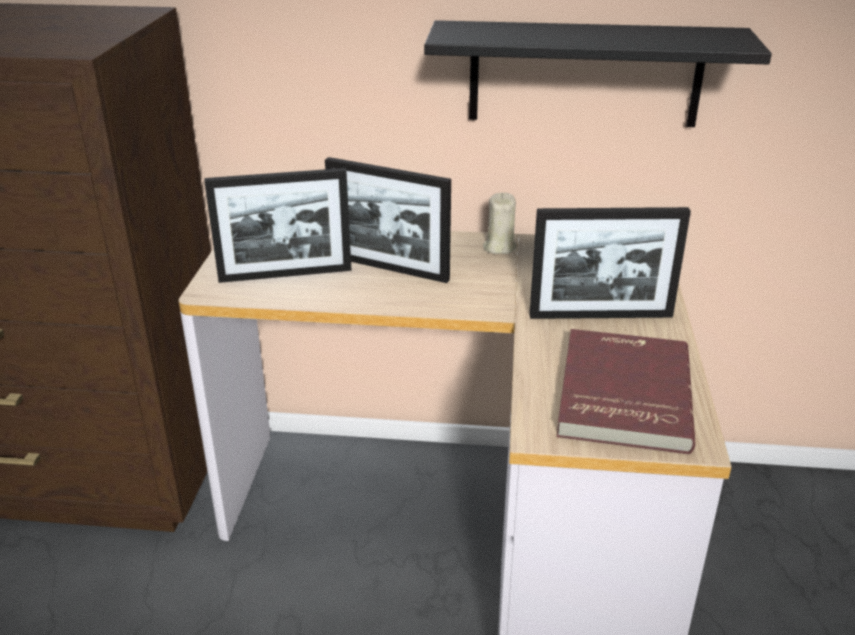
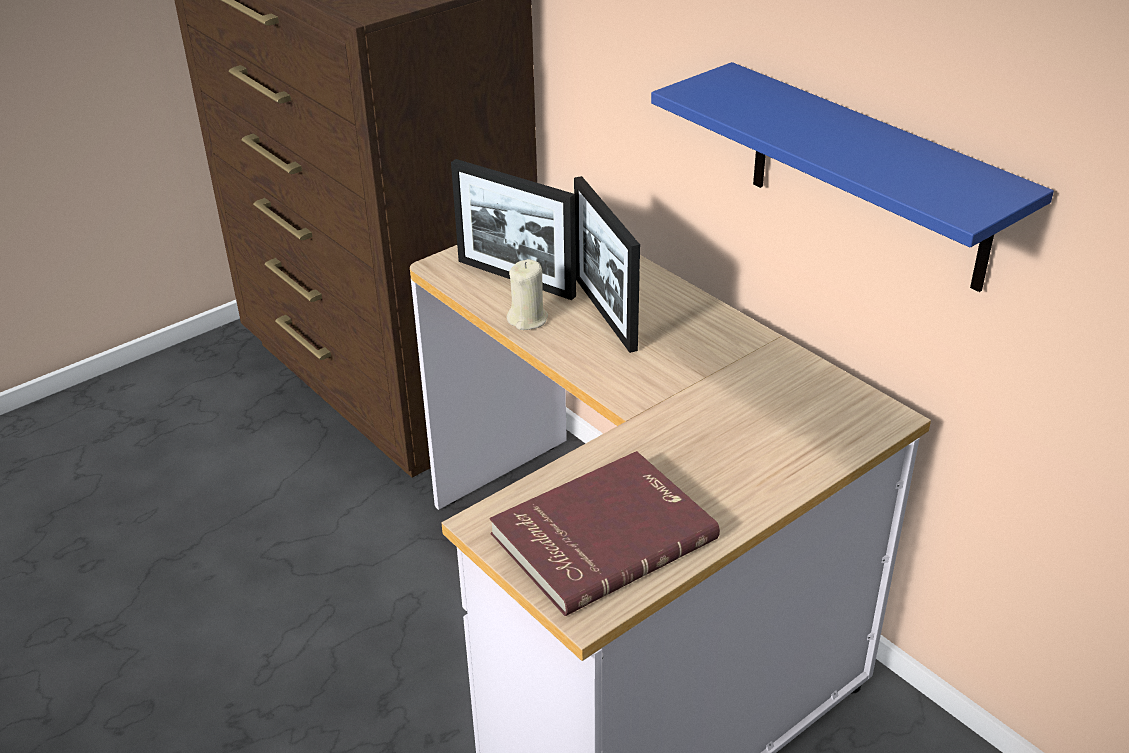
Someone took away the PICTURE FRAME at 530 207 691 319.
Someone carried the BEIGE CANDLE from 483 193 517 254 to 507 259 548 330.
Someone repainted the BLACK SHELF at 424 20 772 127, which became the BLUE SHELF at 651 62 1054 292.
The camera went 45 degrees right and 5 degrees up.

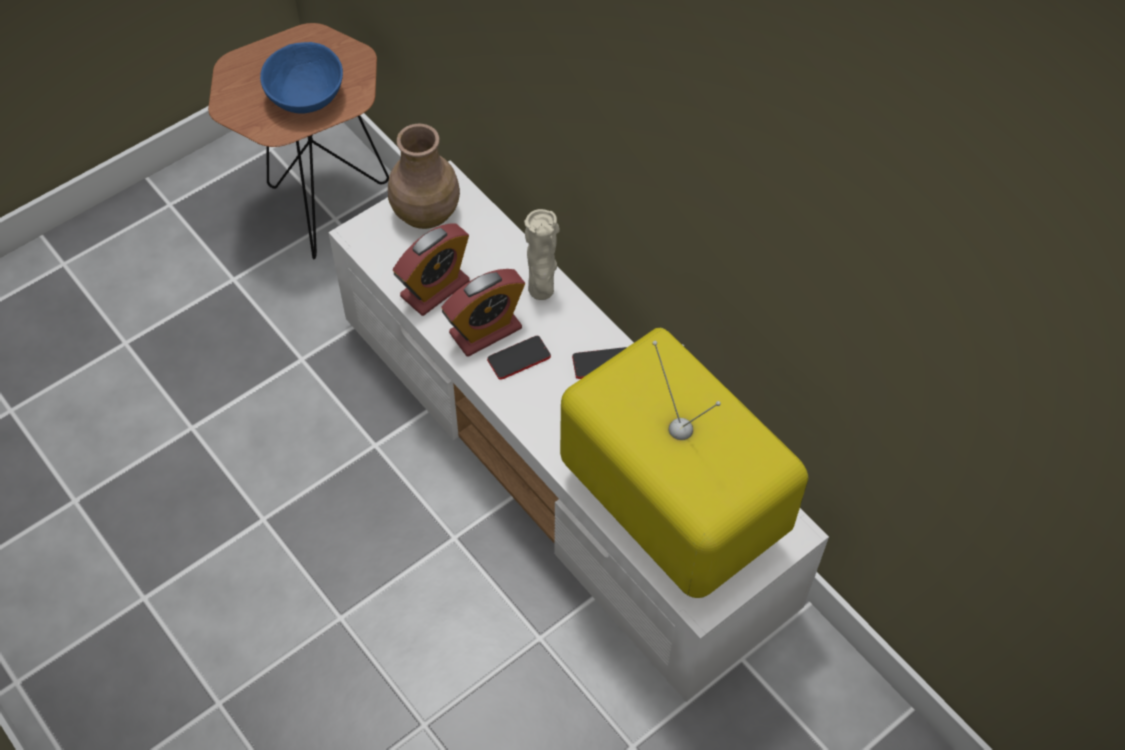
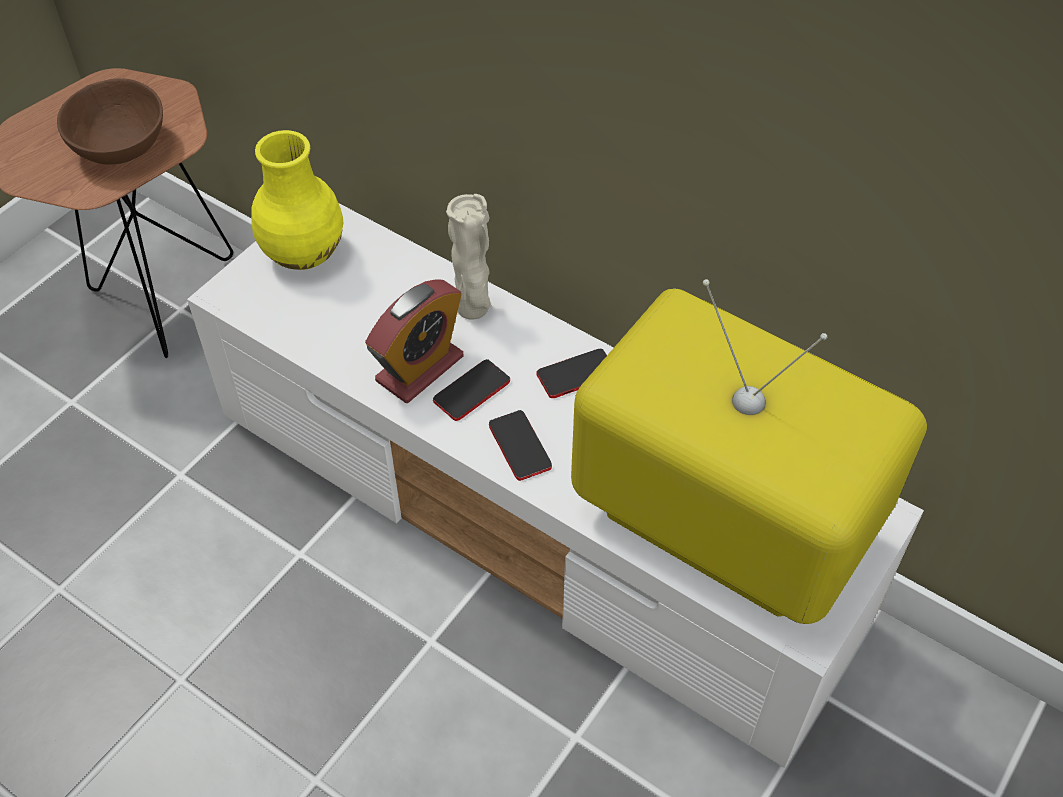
Someone took away the ALARM CLOCK at 393 223 470 316.
Someone put down the PHONE at 489 410 552 481.
Someone repainted the BLUE BOWL at 260 42 343 114, which became the BROWN BOWL at 57 78 163 165.
Someone repainted the BROWN VASE at 388 124 460 229, which became the YELLOW VASE at 251 130 343 270.
The camera went 15 degrees left and 5 degrees down.

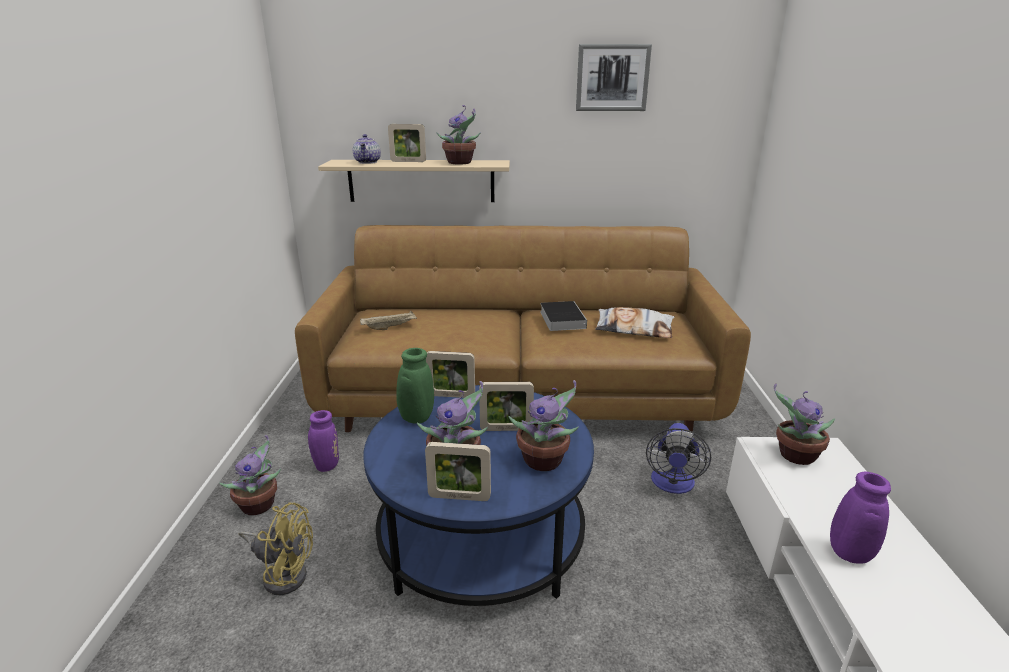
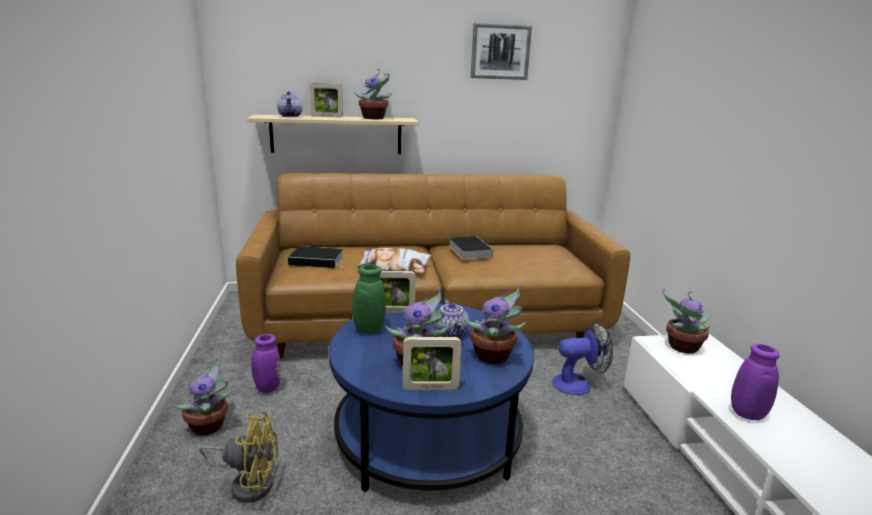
Someone carried the PILLOW from 595 307 674 338 to 357 248 431 273.
Someone swapped the BEIGE TRAY at 360 311 417 330 for the BOOK at 288 246 344 268.
Someone swapped the PICTURE FRAME at 479 382 534 431 for the TEAPOT at 434 299 469 338.
Someone rotated the FAN at 646 423 711 494 by 105 degrees counterclockwise.
The camera went 10 degrees left and 5 degrees down.

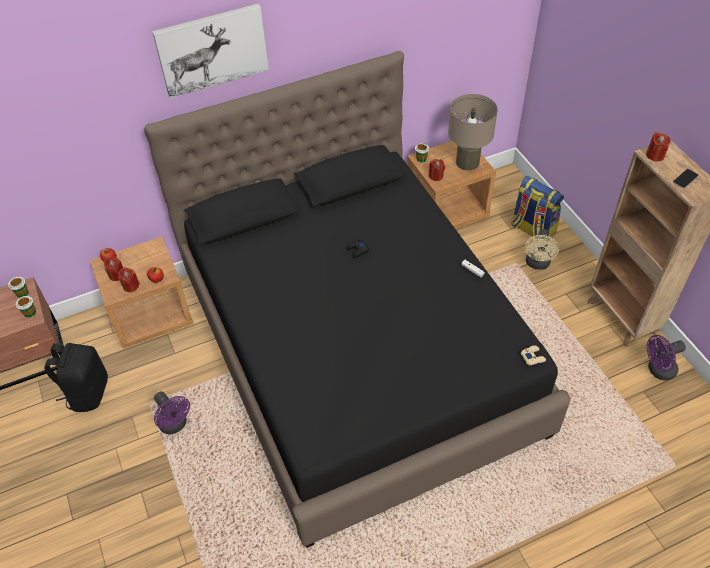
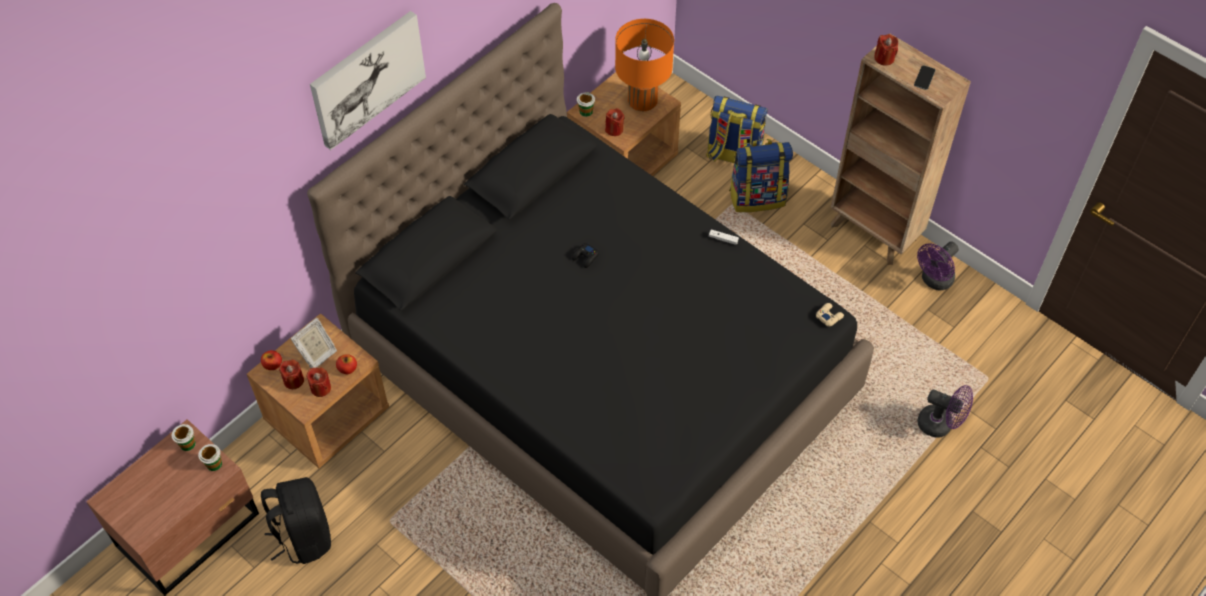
Someone put down the PICTURE FRAME at 291 318 337 368.
Someone carried the PURPLE FAN from 154 391 190 434 to 917 385 973 438.
Someone swapped the BEIGE FAN at 525 229 559 270 for the BACKPACK at 729 139 793 212.
Someone repainted the BEIGE TABLE LAMP at 448 94 498 171, which became the ORANGE TABLE LAMP at 615 19 674 111.
The camera went 25 degrees left and 5 degrees up.

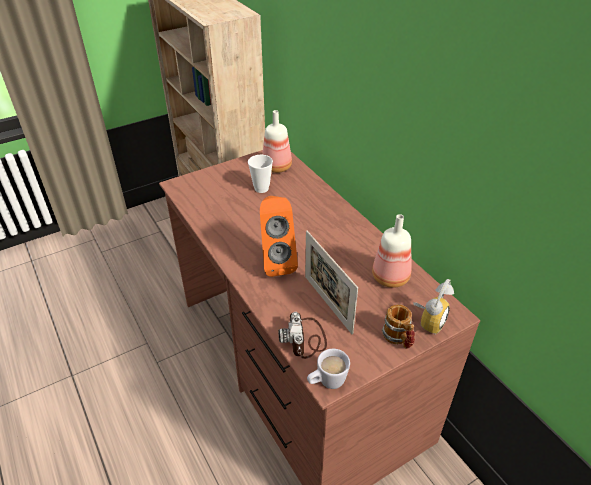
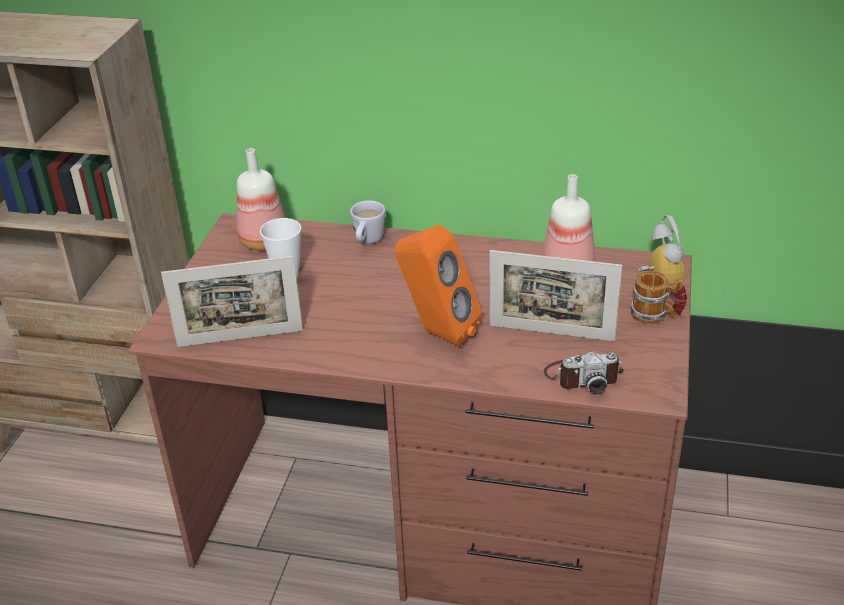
Someone put down the PICTURE FRAME at 161 256 303 347.
Someone carried the WHITE MUG from 307 349 350 389 to 350 200 386 244.
Someone rotated the PHOTO CAMERA at 278 312 327 359 by 45 degrees counterclockwise.
The camera went 45 degrees left and 5 degrees down.

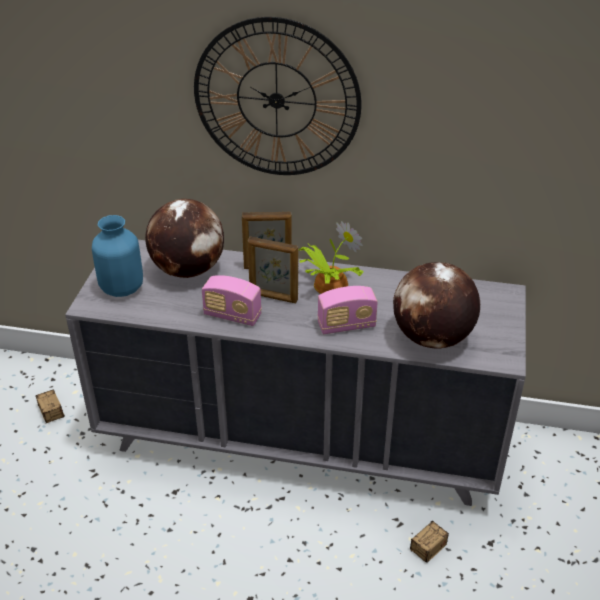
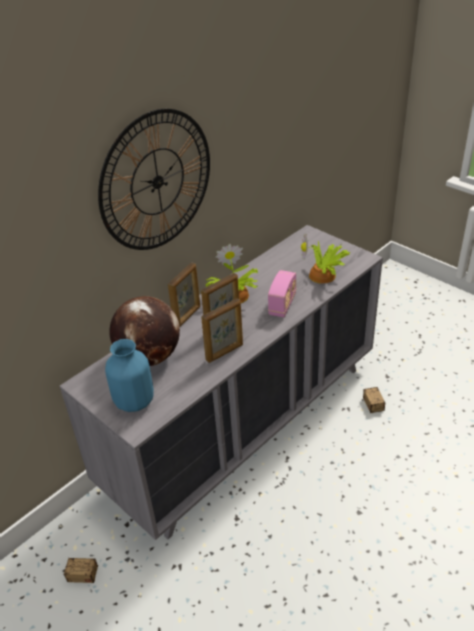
Someone swapped the RADIO at 202 275 262 326 for the PICTURE FRAME at 201 298 243 363.
Someone swapped the GLOBE at 393 262 480 348 for the POTTED PLANT at 301 234 350 284.
The camera went 55 degrees left and 0 degrees up.

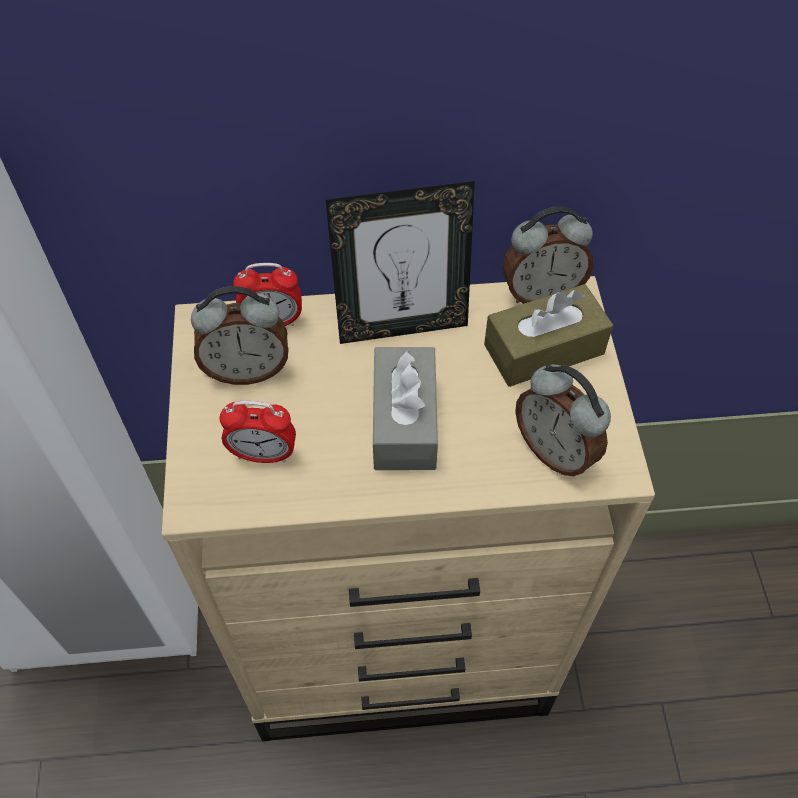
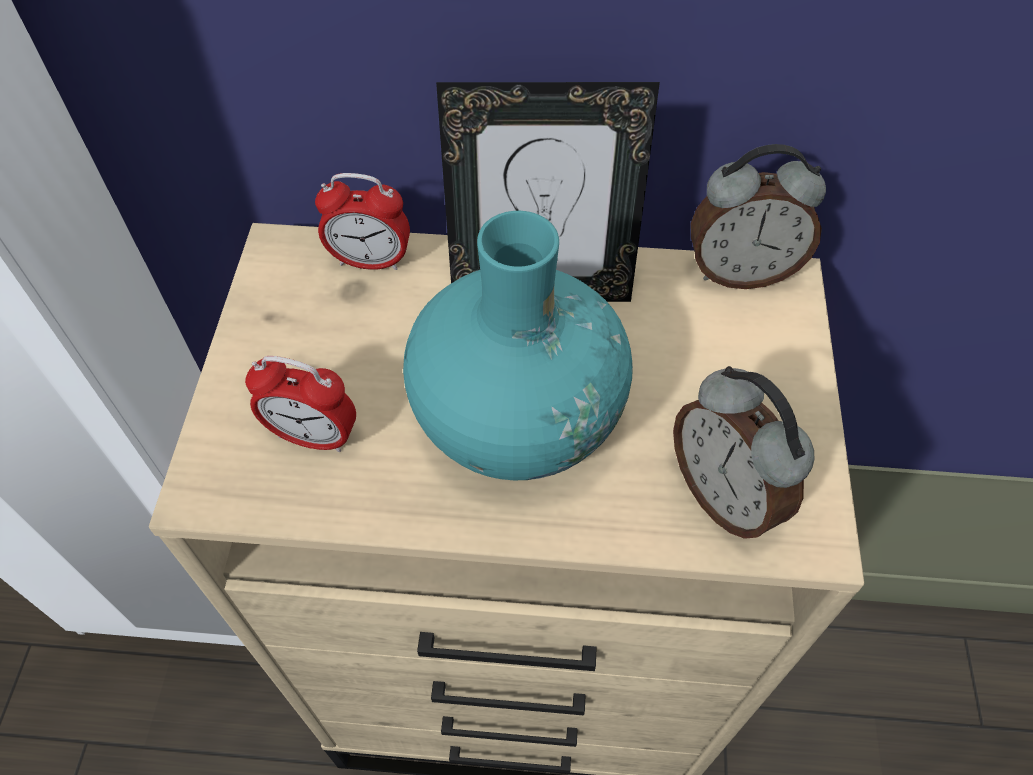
Someone took away the ALARM CLOCK at 191 286 288 385.
Someone took away the BROWN TISSUE BOX at 484 284 613 387.
Someone swapped the GREY TISSUE BOX at 373 347 438 470 for the TURQUOISE VASE at 403 211 633 480.
The camera went 10 degrees right and 0 degrees up.

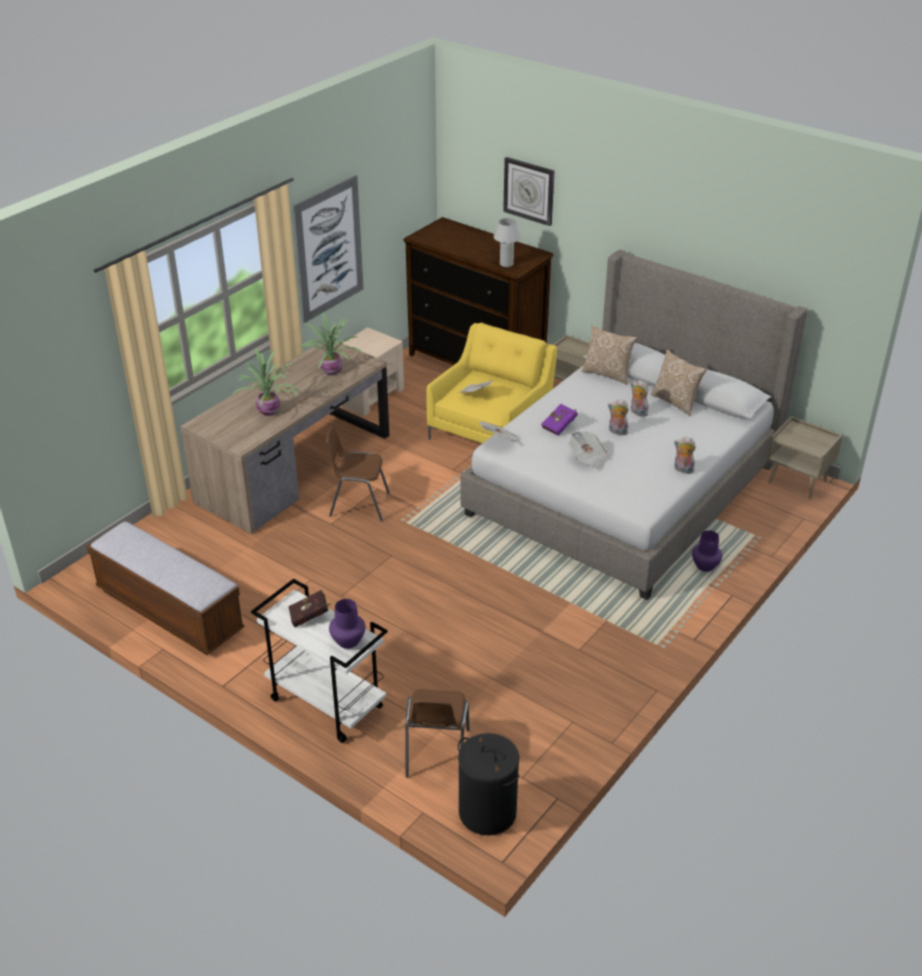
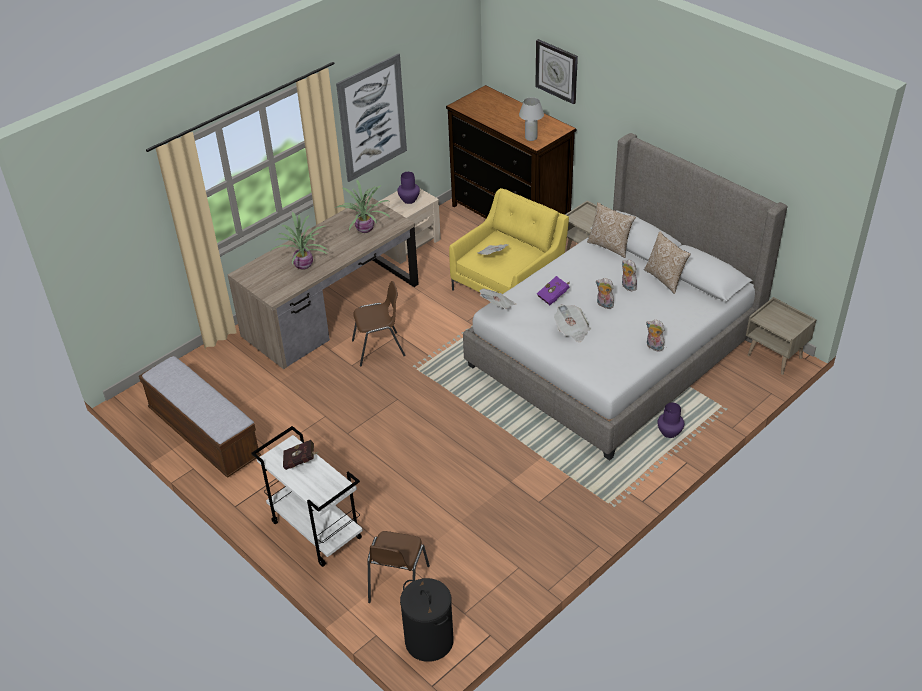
Someone carried the PURPLE VASE from 329 599 365 649 to 397 172 420 204.
Someone rotated the BROWN CHAIR at 326 426 390 521 by 150 degrees clockwise.
The camera went 10 degrees right and 5 degrees up.

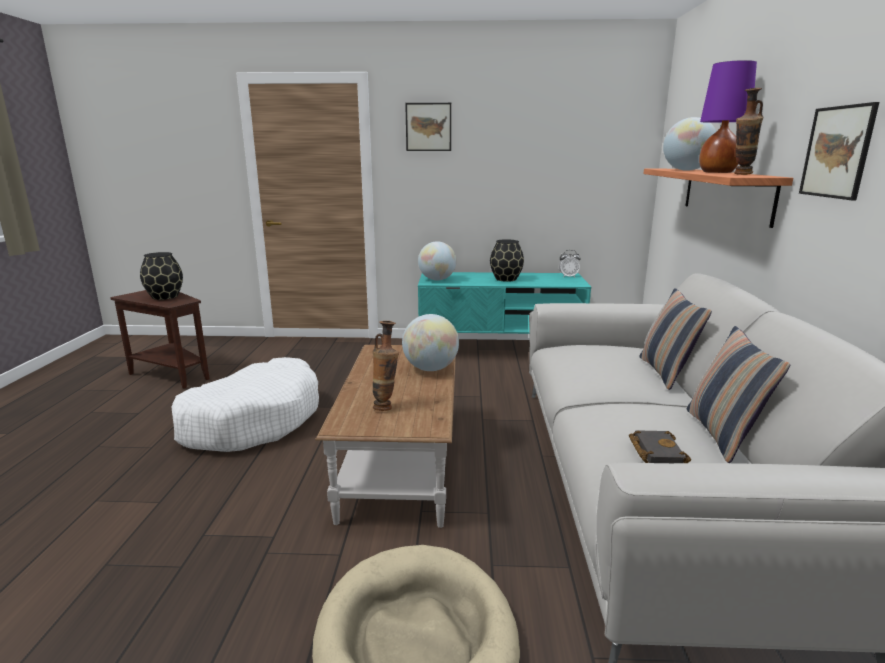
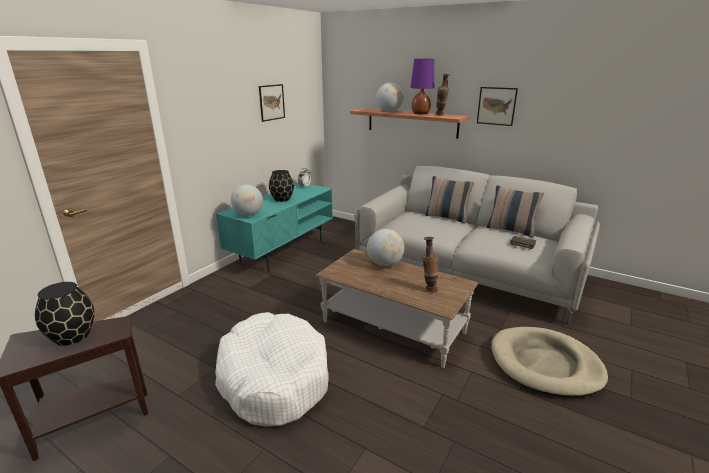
Someone carried the PICTURE from 405 103 451 151 to 259 84 285 122.
The camera went 60 degrees left and 5 degrees up.

